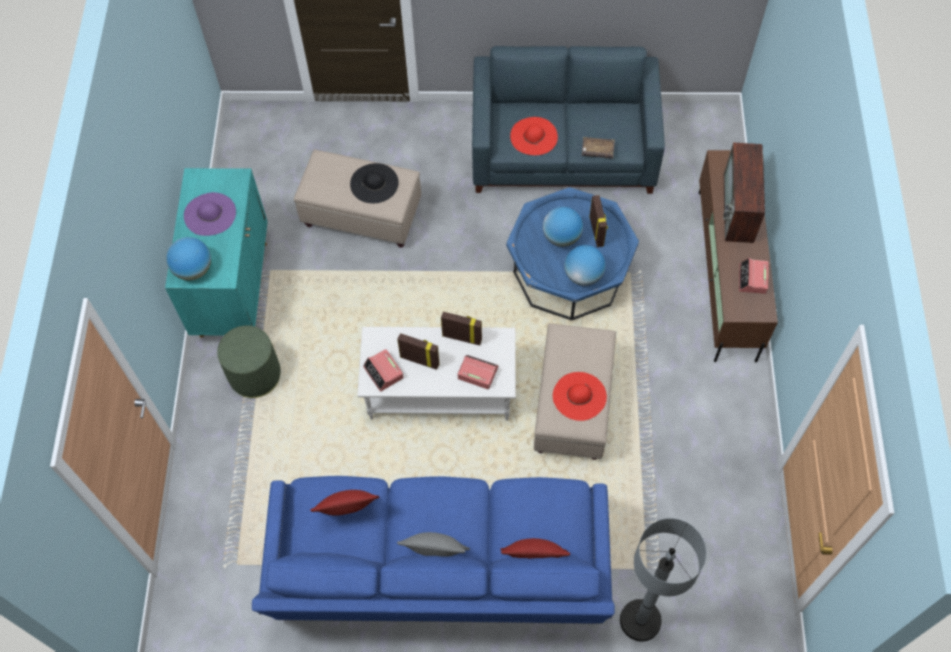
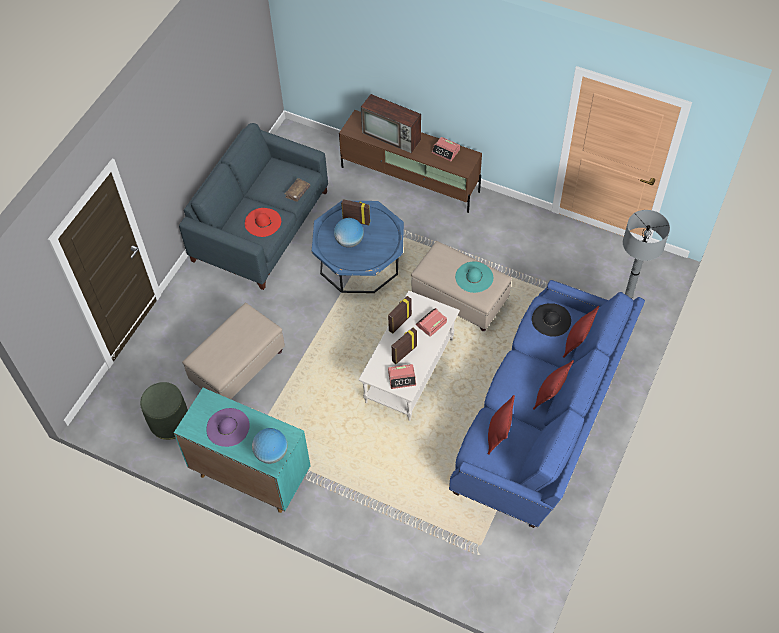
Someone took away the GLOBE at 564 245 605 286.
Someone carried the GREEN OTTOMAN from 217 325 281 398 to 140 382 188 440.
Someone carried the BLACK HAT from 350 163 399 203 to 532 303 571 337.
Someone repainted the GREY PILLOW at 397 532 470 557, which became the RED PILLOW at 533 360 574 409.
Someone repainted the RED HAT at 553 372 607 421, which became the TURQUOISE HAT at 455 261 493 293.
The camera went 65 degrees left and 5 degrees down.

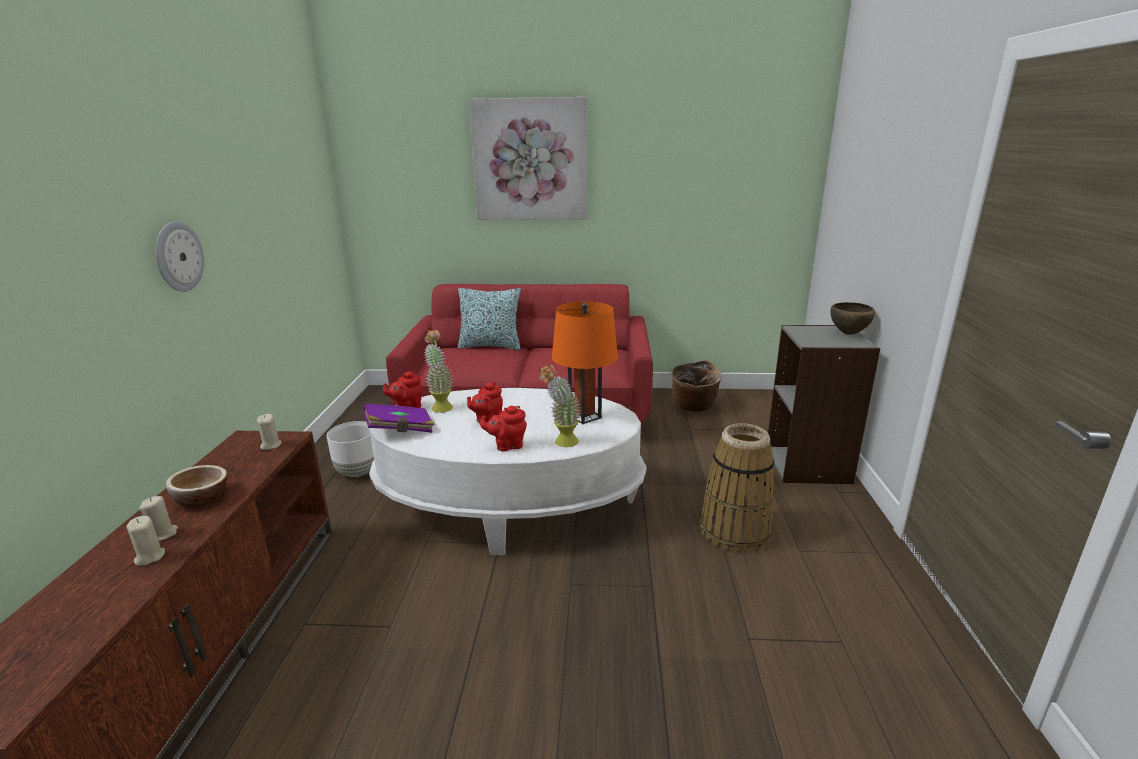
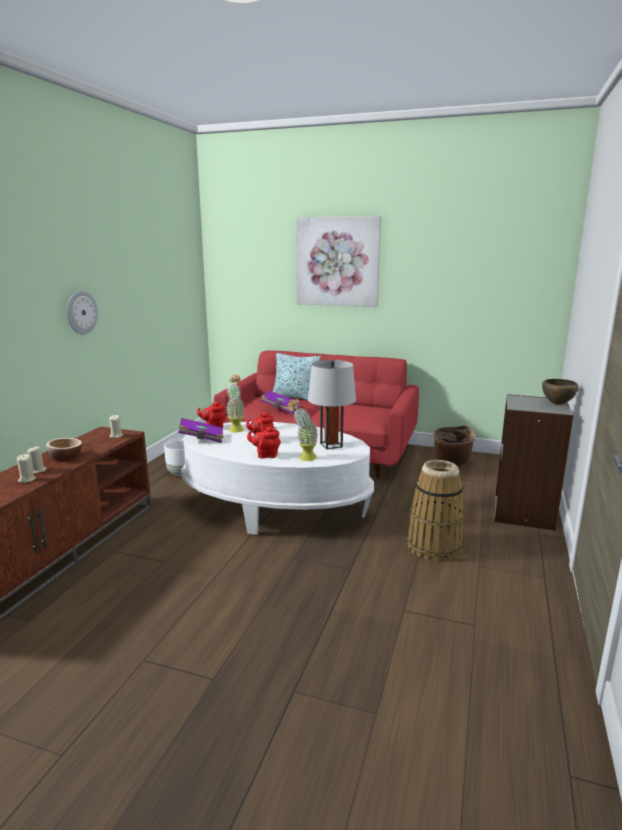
Someone put down the PURPLE BOOK at 260 390 301 414.
Someone repainted the ORANGE TABLE LAMP at 552 301 618 424, which became the GREY TABLE LAMP at 308 360 356 449.
The camera went 15 degrees right and 5 degrees down.

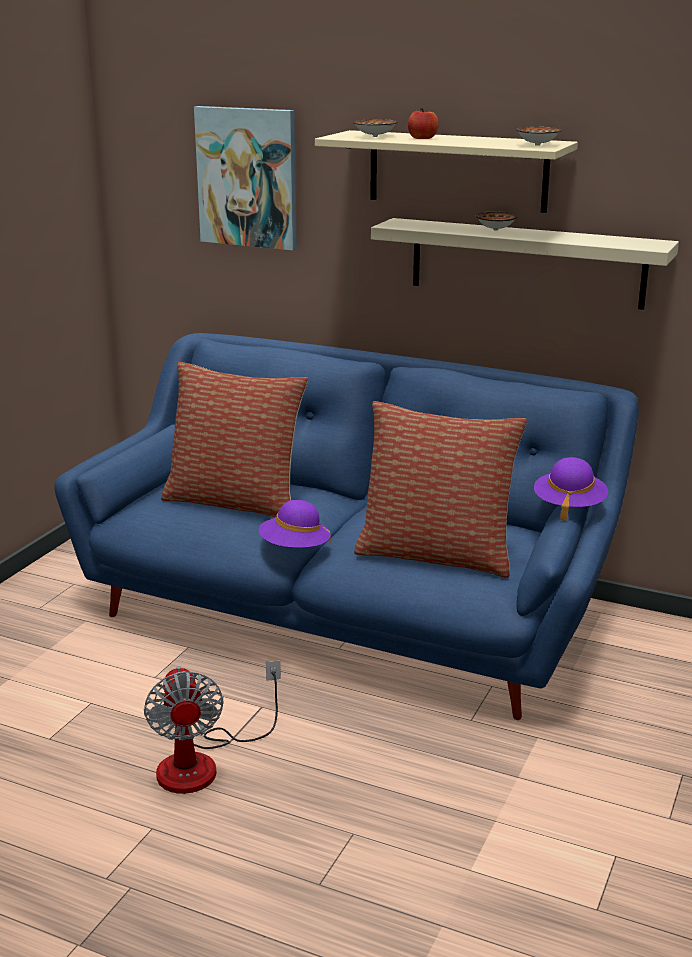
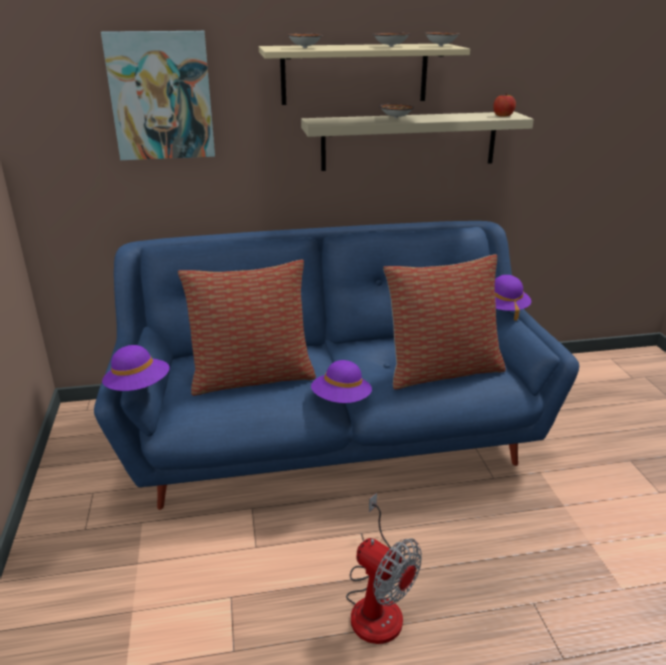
Someone put down the PURPLE HAT at 102 345 170 391.
Someone put down the BOWL at 372 33 410 47.
Someone carried the APPLE from 408 108 439 139 to 493 93 516 117.
The camera went 35 degrees left and 5 degrees up.

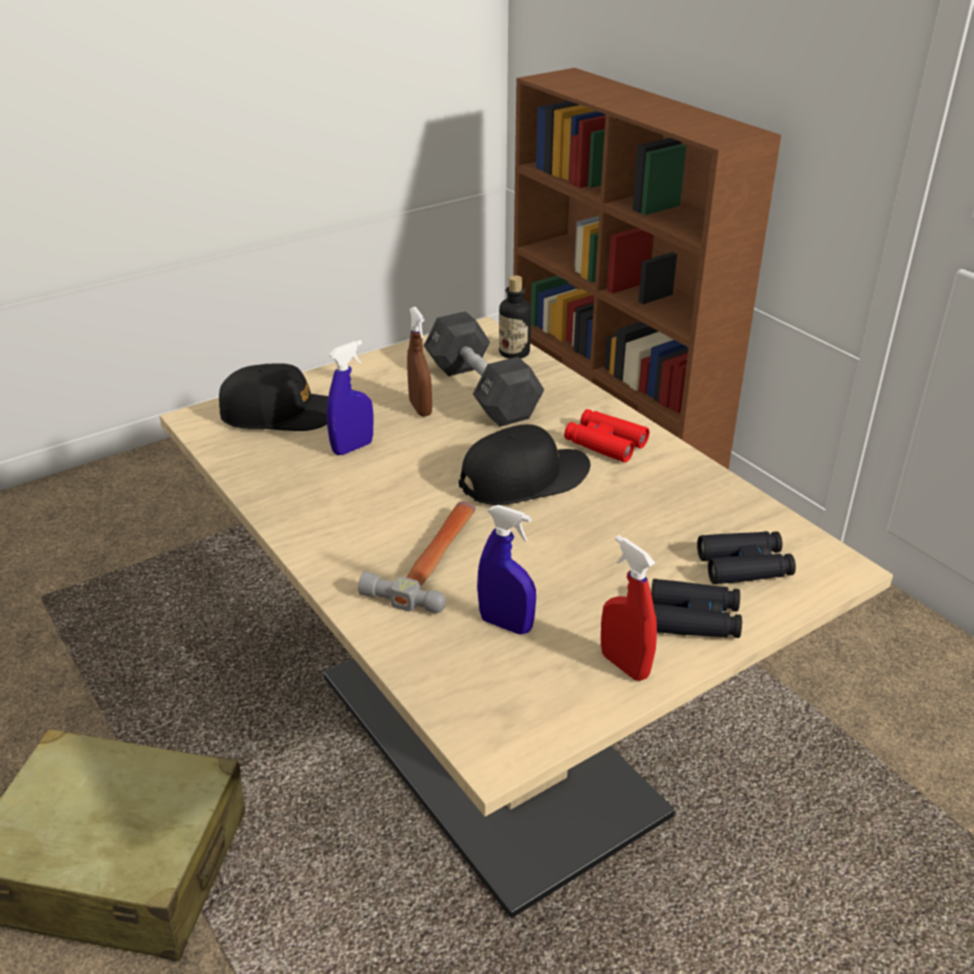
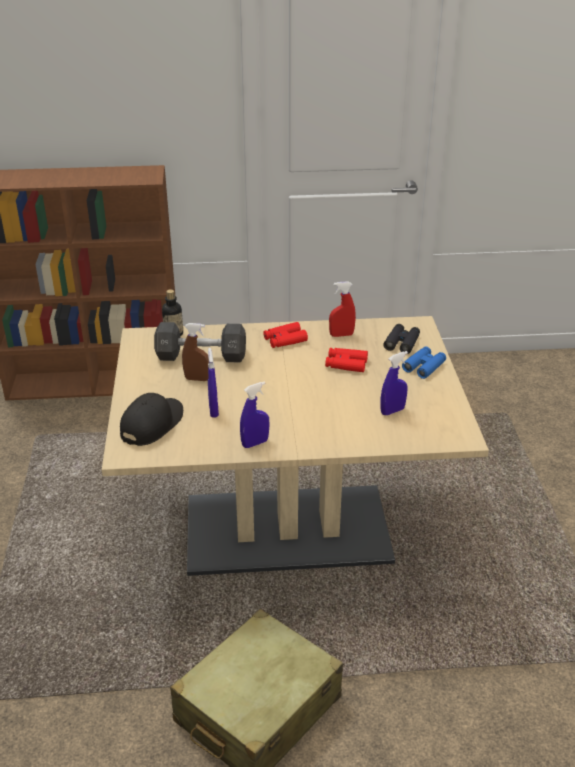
Someone took away the HAMMER at 358 501 476 613.
Someone took away the BLACK CAP at 459 424 590 505.
Someone put down the BLUE SPRAY BOTTLE at 240 382 270 448.
Someone put down the RED BINOCULARS at 325 348 368 372.
Someone carried the RED SPRAY BOTTLE from 601 535 657 681 to 329 281 356 337.
Someone repainted the BLACK BINOCULARS at 651 579 742 638, which became the BLUE BINOCULARS at 402 347 446 379.
The camera went 60 degrees left and 0 degrees up.

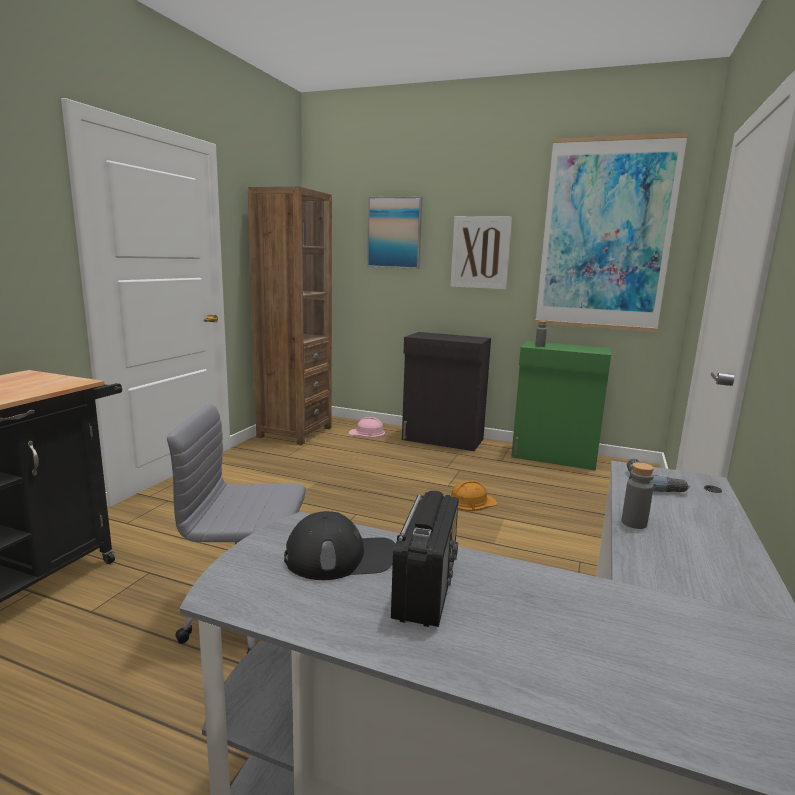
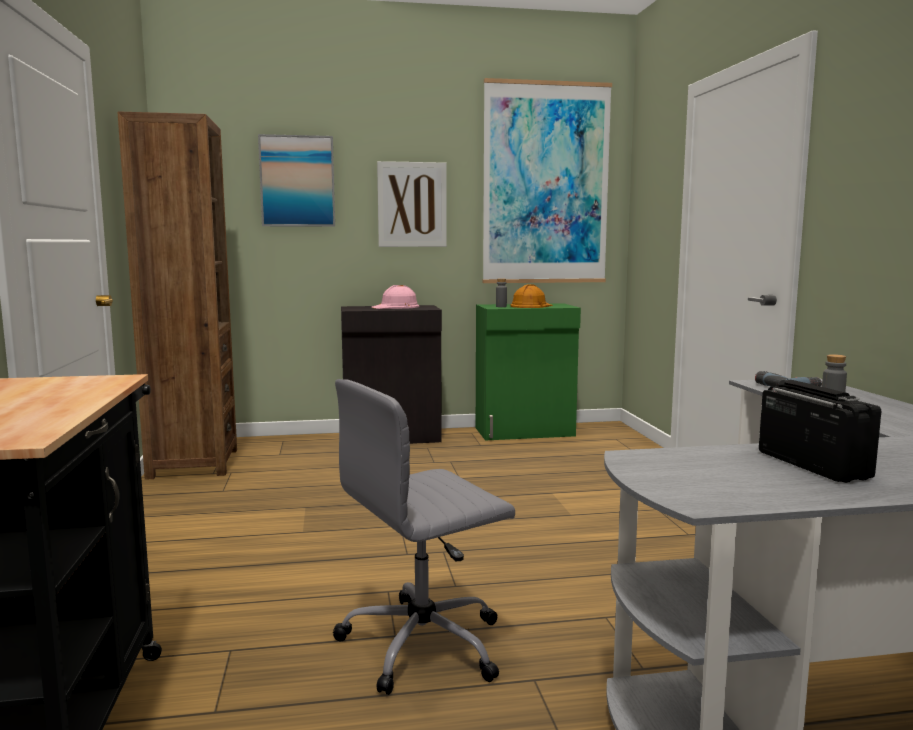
Someone took away the BLACK CAP at 284 511 396 580.
Someone carried the PINK HARD HAT from 349 417 385 438 to 371 285 419 309.
Someone carried the ORANGE HARD HAT from 451 480 498 511 to 511 284 553 308.
The camera went 30 degrees left and 5 degrees down.

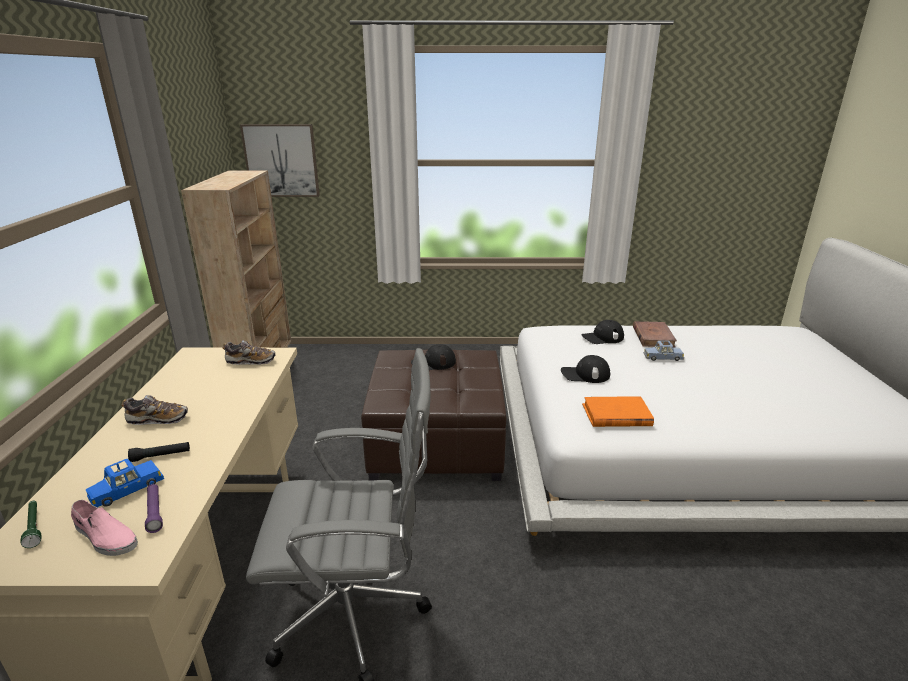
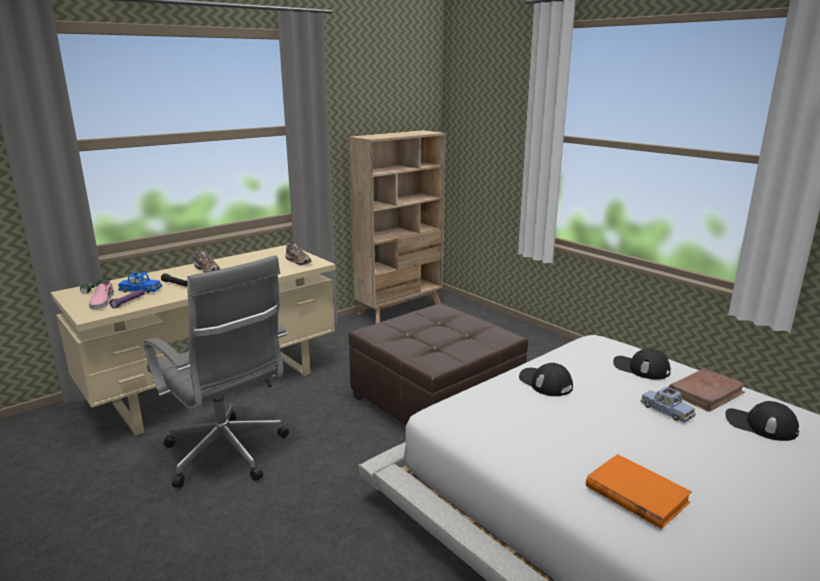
Someone took away the PICTURE at 240 124 320 197.
Someone carried the BLACK CAP from 411 344 456 370 to 725 401 799 441.
Someone carried the ORANGE BOOK from 582 396 654 427 to 586 454 692 529.
The camera went 50 degrees right and 5 degrees down.

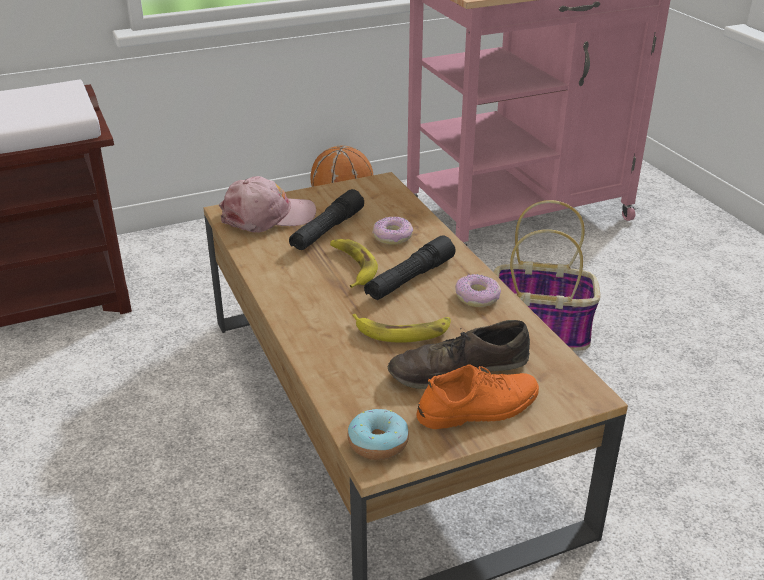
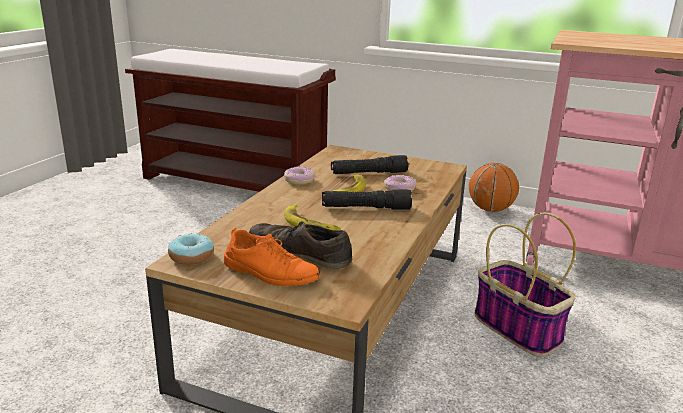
Someone took away the PINK CAP at 219 176 316 233.
Someone carried the DONUT from 455 274 501 307 to 284 167 315 185.
The camera went 45 degrees right and 10 degrees down.

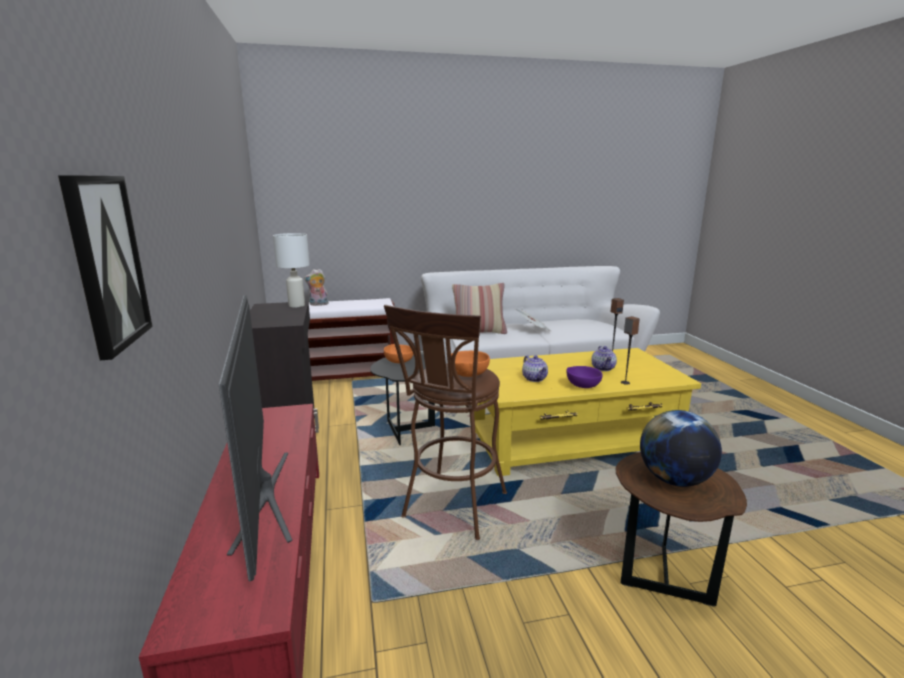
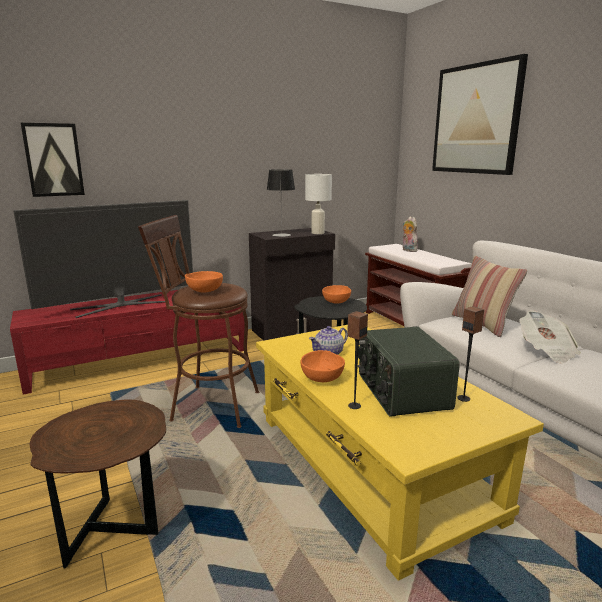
Someone took away the GLOBE at 640 410 722 487.
Someone put down the TABLE LAMP at 267 169 295 237.
Someone put up the PICTURE at 432 54 528 175.
Someone swapped the TEAPOT at 592 346 617 371 for the RADIO at 358 326 460 417.
Someone repainted the PURPLE BOWL at 566 366 603 388, which became the ORANGE BOWL at 300 350 345 382.
The camera went 75 degrees right and 0 degrees up.

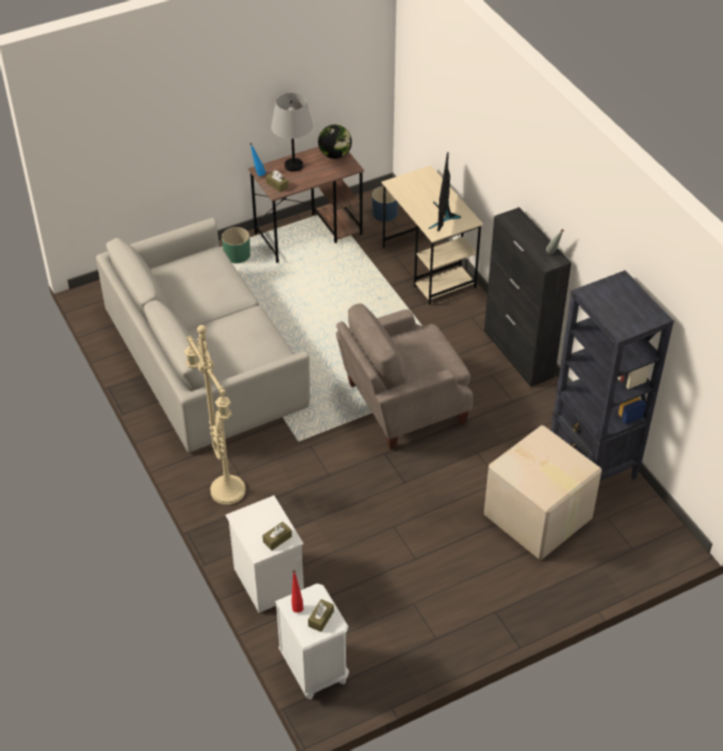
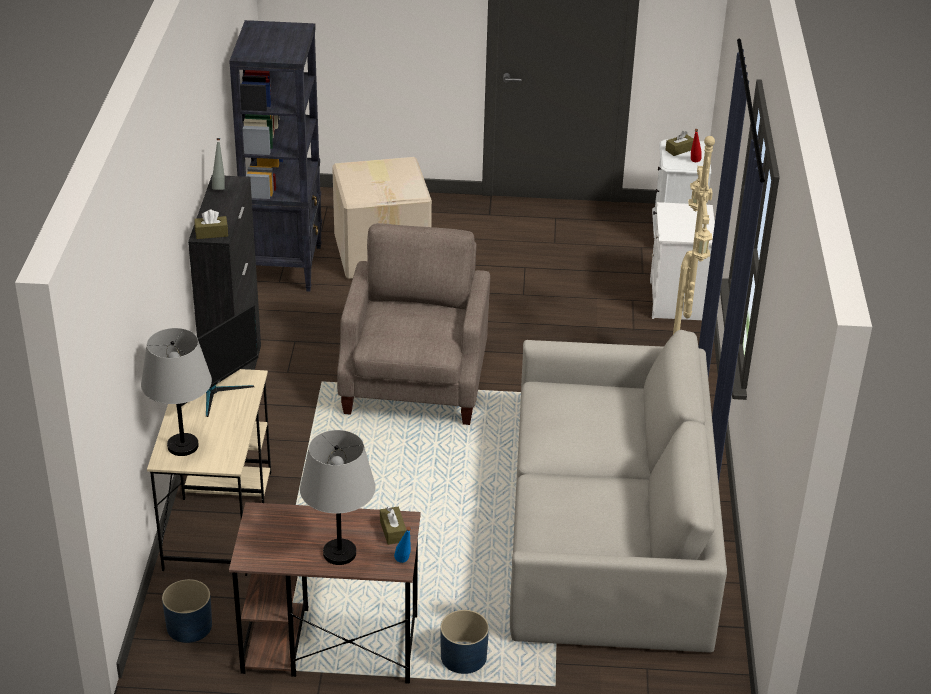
Someone took away the GLOBE at 318 125 352 159.
Someone put down the GREY TABLE LAMP at 141 328 212 456.
Someone carried the BROWN TISSUE BOX from 262 522 292 550 to 194 210 228 239.
Someone repainted the GREEN PLANTER at 222 227 250 263, which became the BLUE PLANTER at 440 610 489 674.
Someone rotated the BEIGE ARMCHAIR at 336 303 473 450 by 90 degrees counterclockwise.
The camera went 150 degrees left and 10 degrees down.

